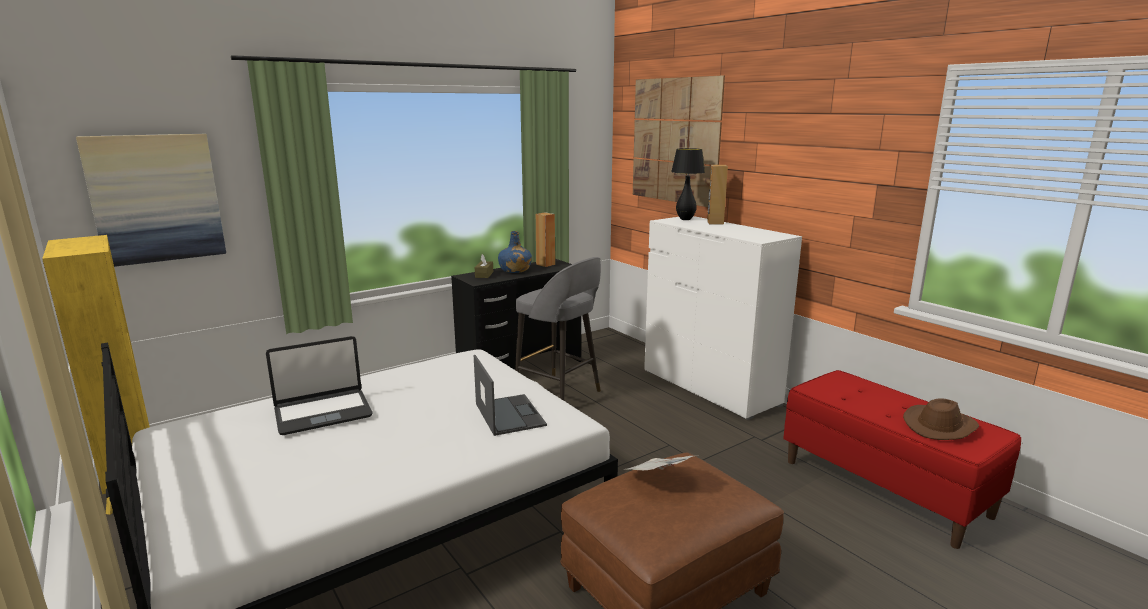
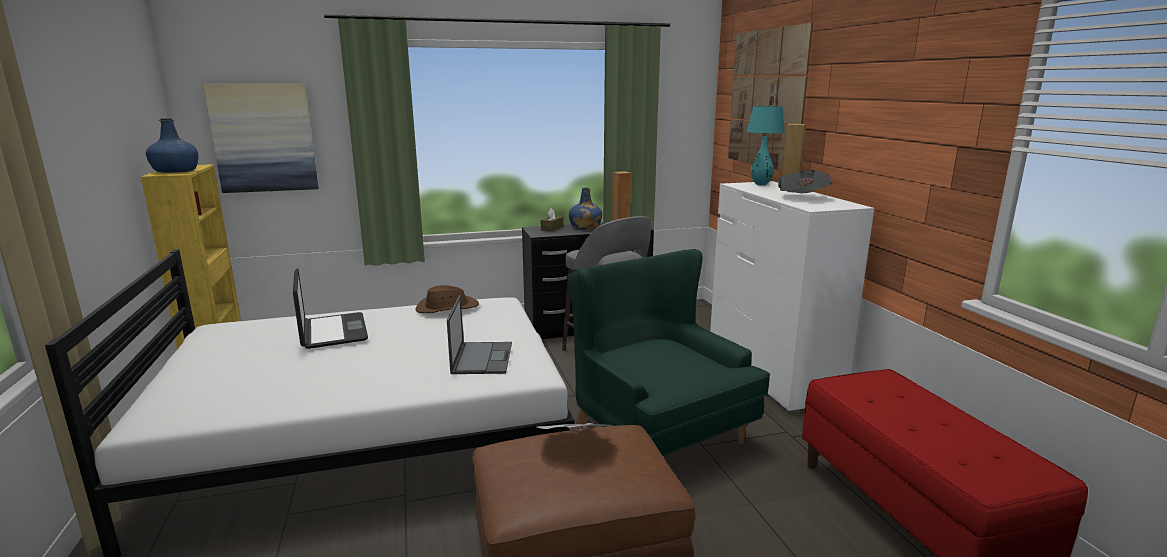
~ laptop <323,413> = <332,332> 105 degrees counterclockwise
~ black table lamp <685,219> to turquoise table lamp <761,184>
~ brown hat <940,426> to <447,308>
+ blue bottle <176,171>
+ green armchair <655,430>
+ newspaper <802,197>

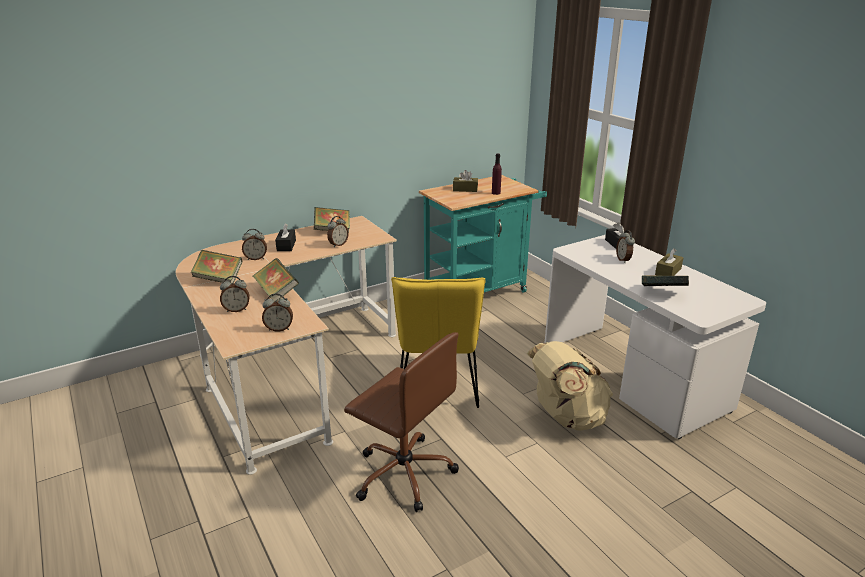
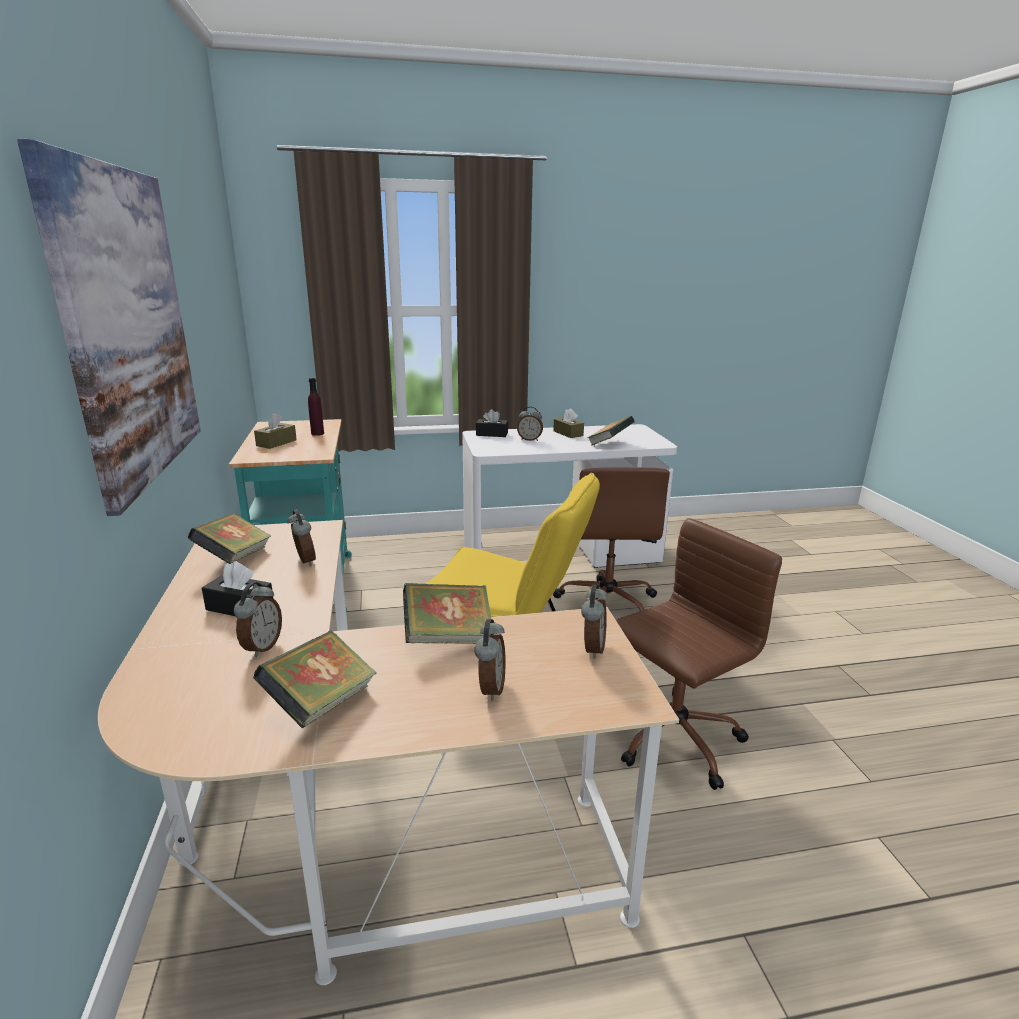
~ beige backpack <566,417> to brown office chair <607,602>
+ picture <129,327>

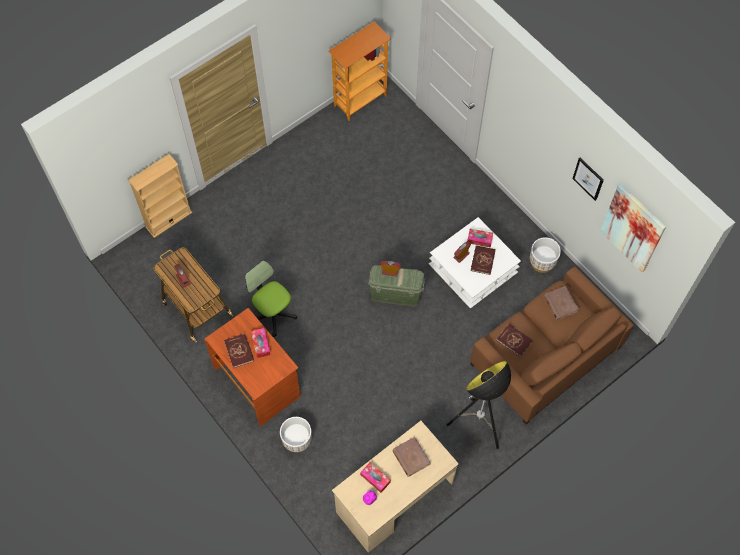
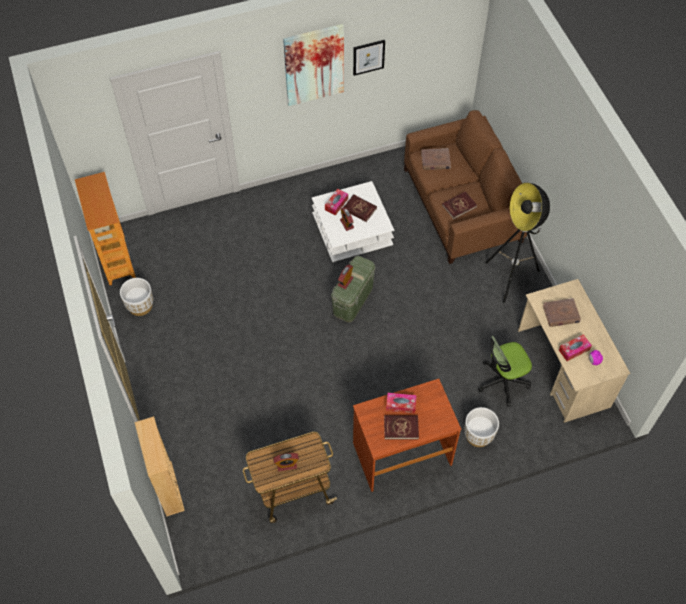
~ office chair <272,314> to <502,381>
~ white planter <542,262> to <140,305>
~ picture <632,228> to <314,65>

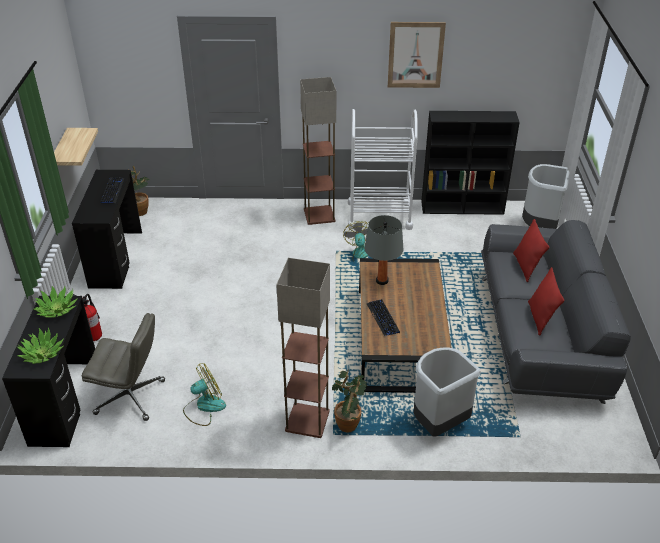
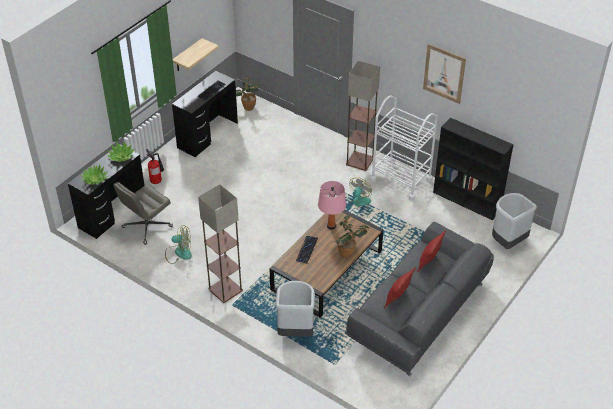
~ grey office chair <131,397> = <147,227> 90 degrees clockwise
~ potted plant <350,422> to <349,252>
~ grey table lamp <382,281> to pink table lamp <331,226>

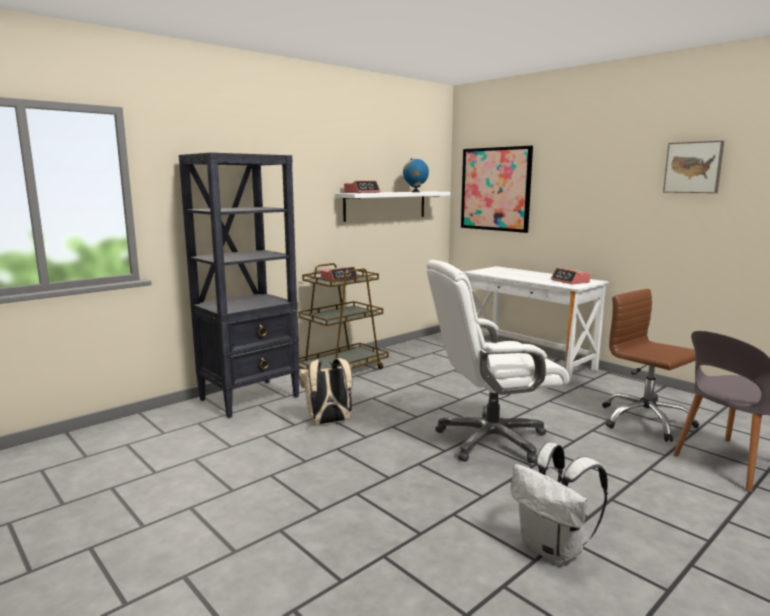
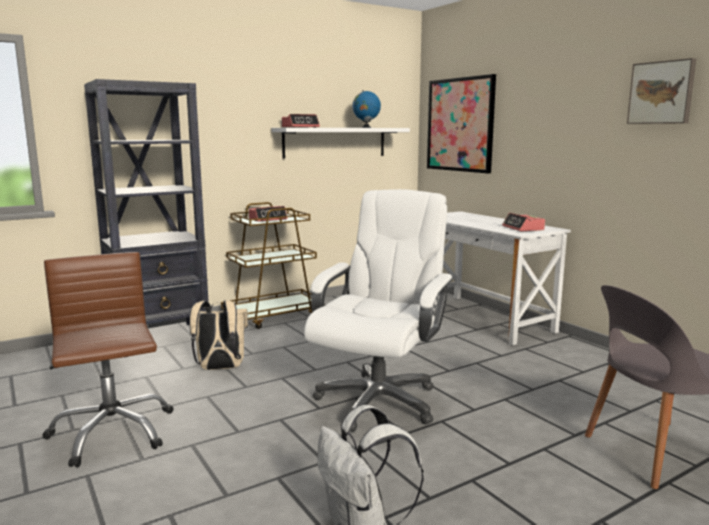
~ white office chair <490,440> = <378,401> 120 degrees clockwise
~ brown office chair <645,421> to <111,432>

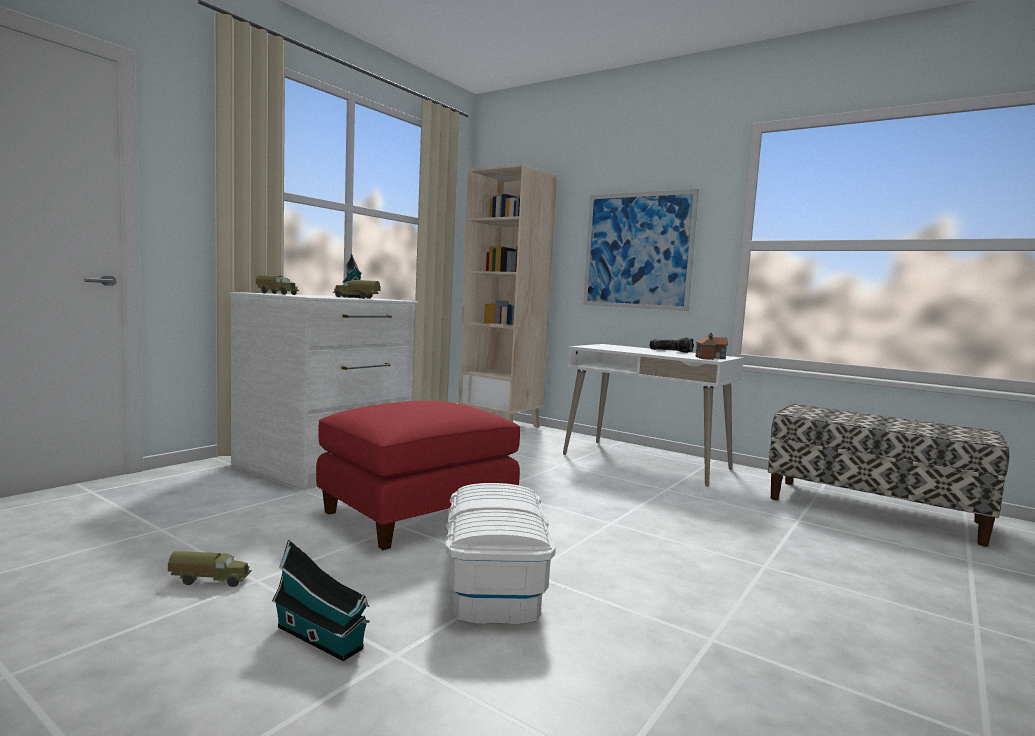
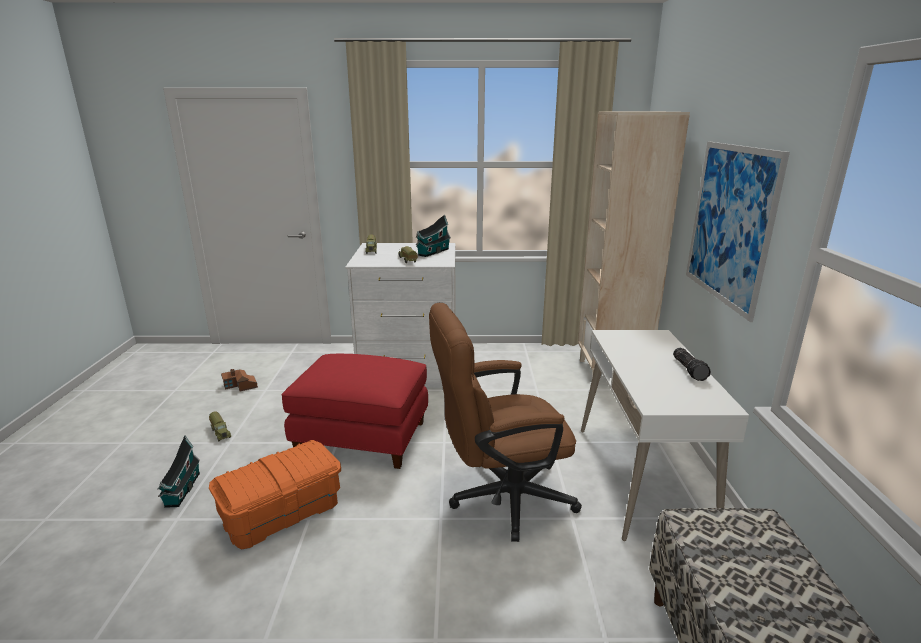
~ white storage box <494,583> to orange storage box <282,512>
~ toy house <710,357> to <240,386>
+ brown office chair <500,498>

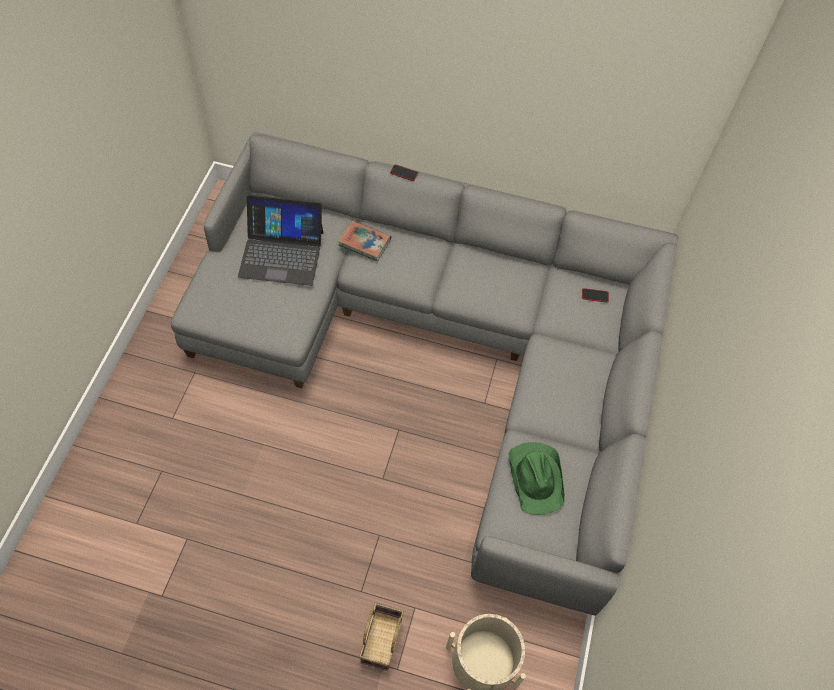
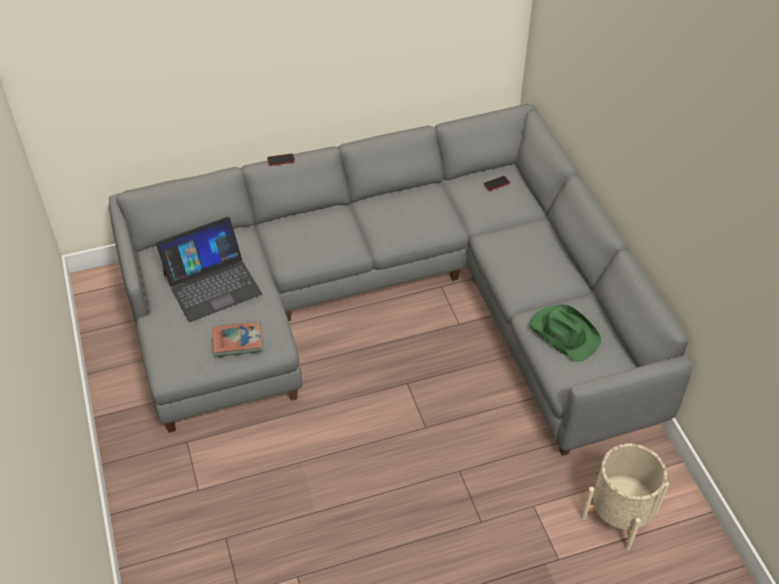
~ book <364,243> to <238,341>
- basket <382,642>

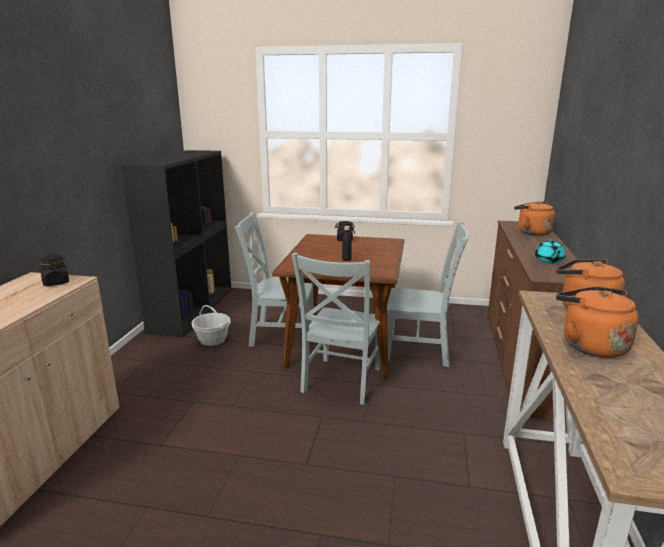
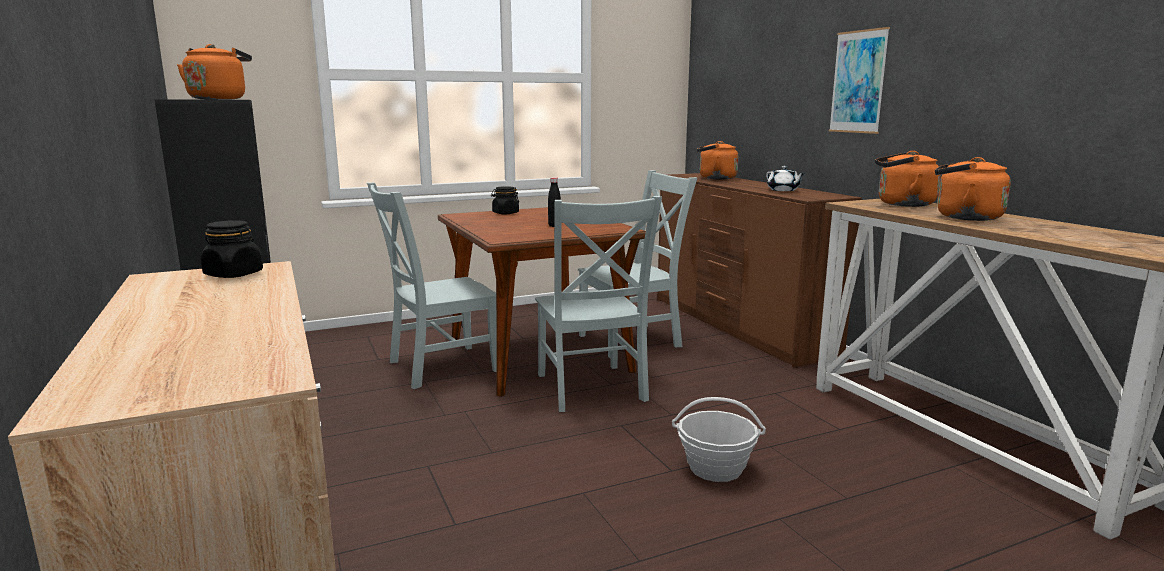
~ basket <212,340> to <715,468>
~ turquoise teapot <549,261> to white teapot <783,190>
+ orange kettle <219,99>
+ picture <858,82>

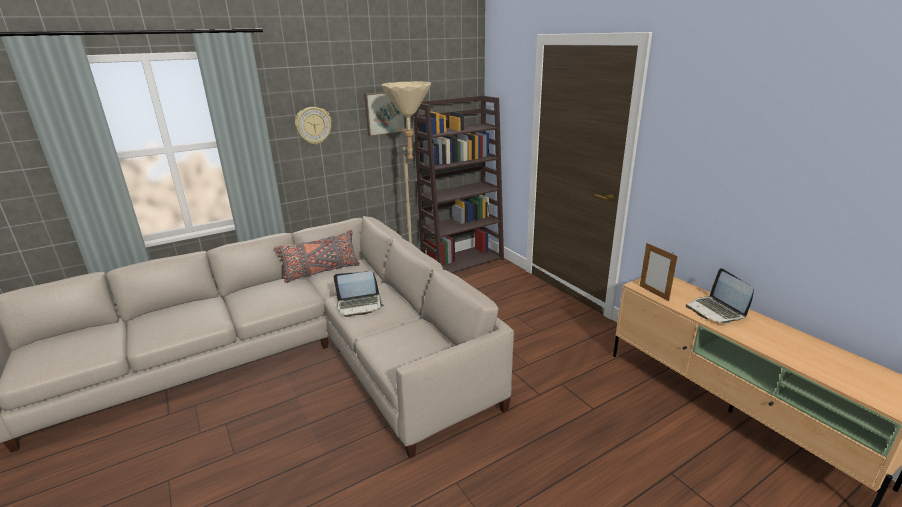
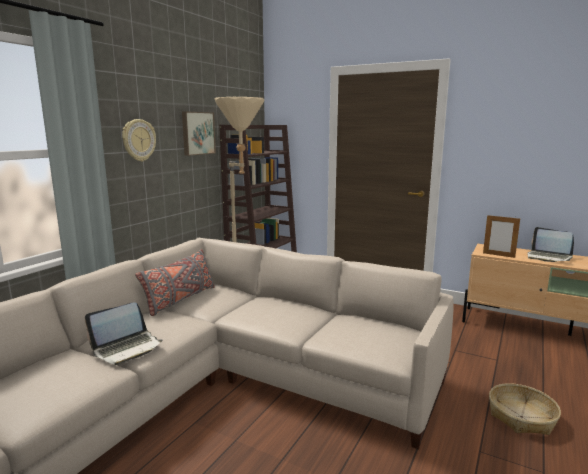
~ laptop <359,305> to <127,348>
+ basket <521,416>

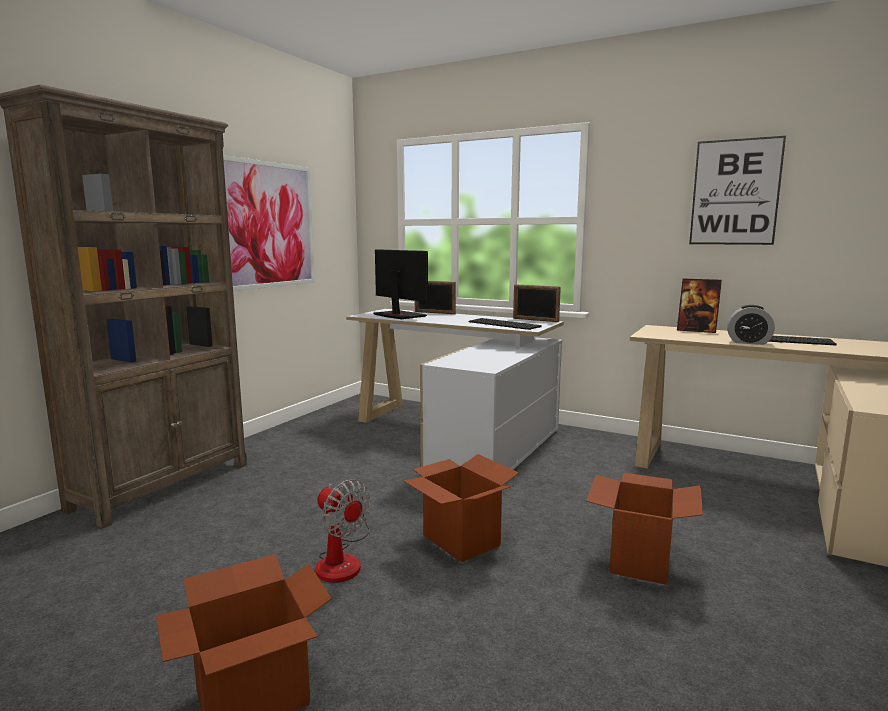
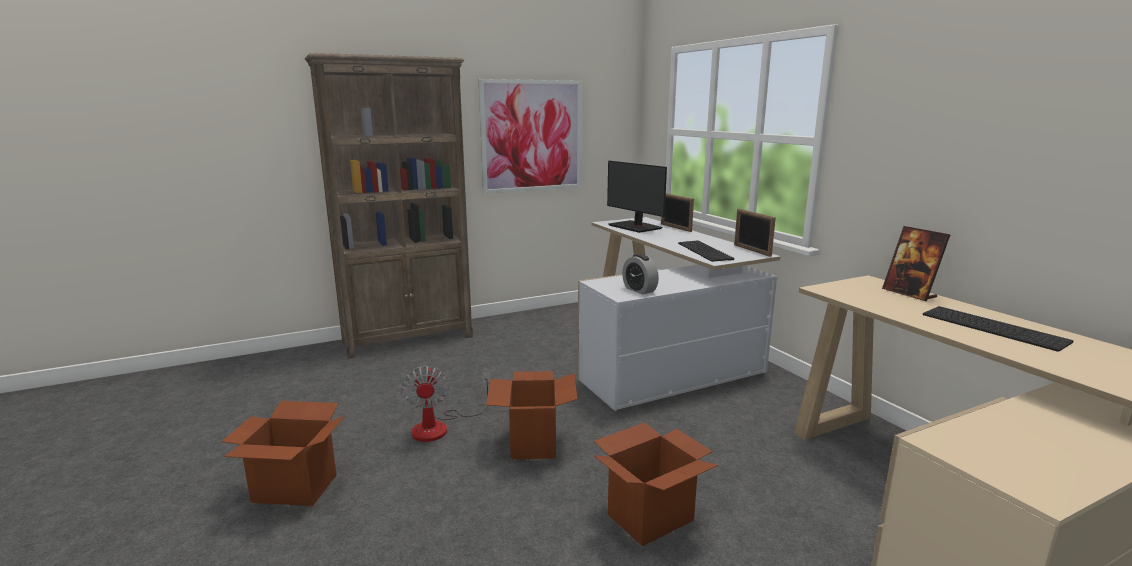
~ monitor <399,315> = <635,227> 150 degrees clockwise
- picture <735,192>
~ alarm clock <748,342> to <639,290>

